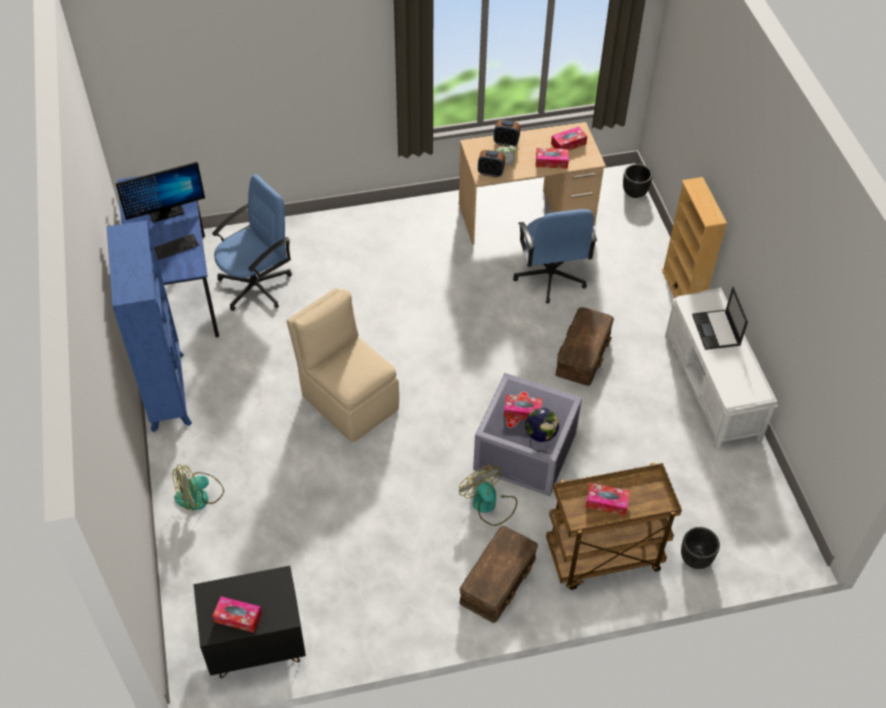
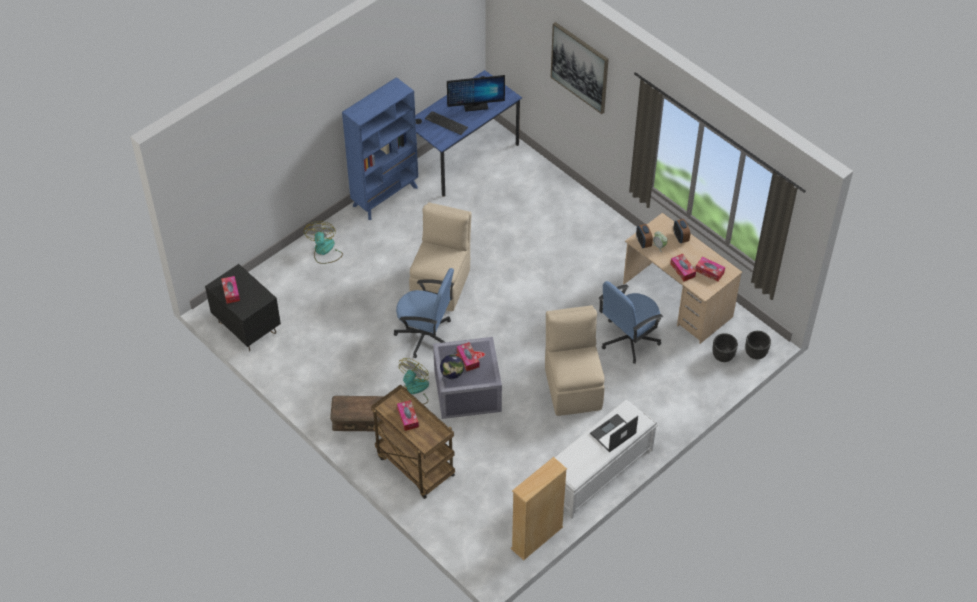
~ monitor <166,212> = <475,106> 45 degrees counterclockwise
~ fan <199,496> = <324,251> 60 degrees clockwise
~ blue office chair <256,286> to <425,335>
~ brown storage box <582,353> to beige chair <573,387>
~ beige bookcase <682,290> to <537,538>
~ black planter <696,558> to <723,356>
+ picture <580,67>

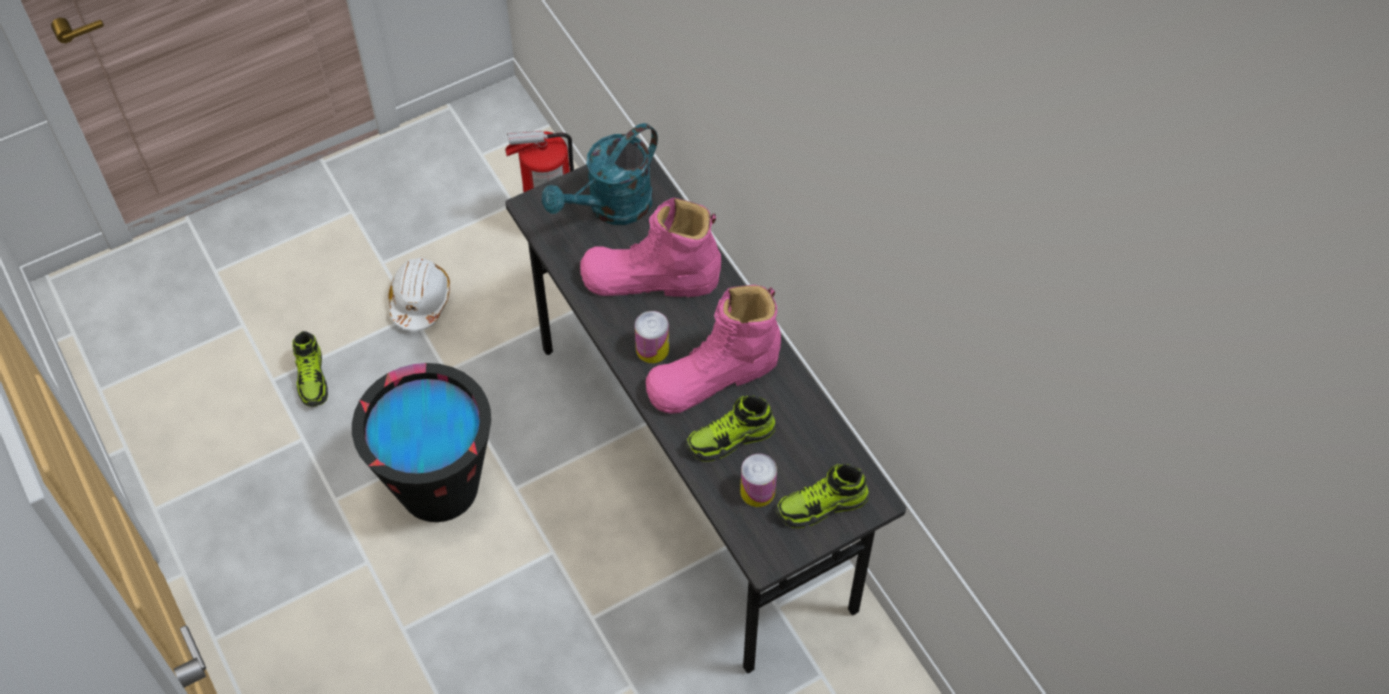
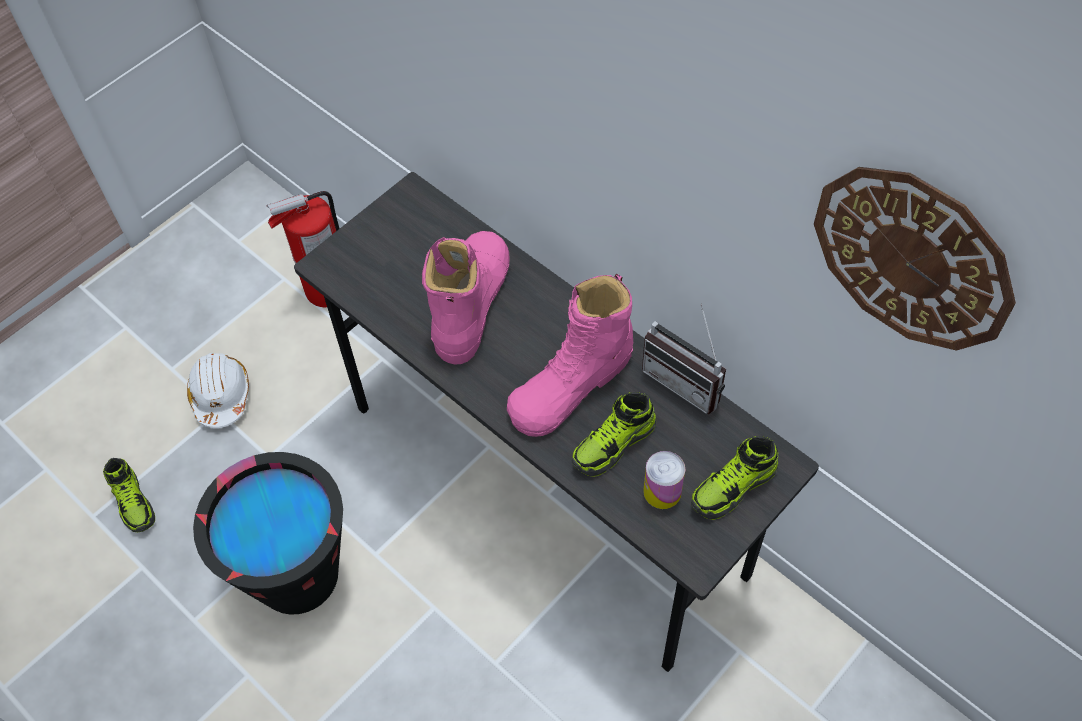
- turquoise watering can <611,208>
~ pink boot <650,278> = <471,303> 120 degrees clockwise
- can <652,349>
+ radio <687,380>
+ wall clock <912,258>

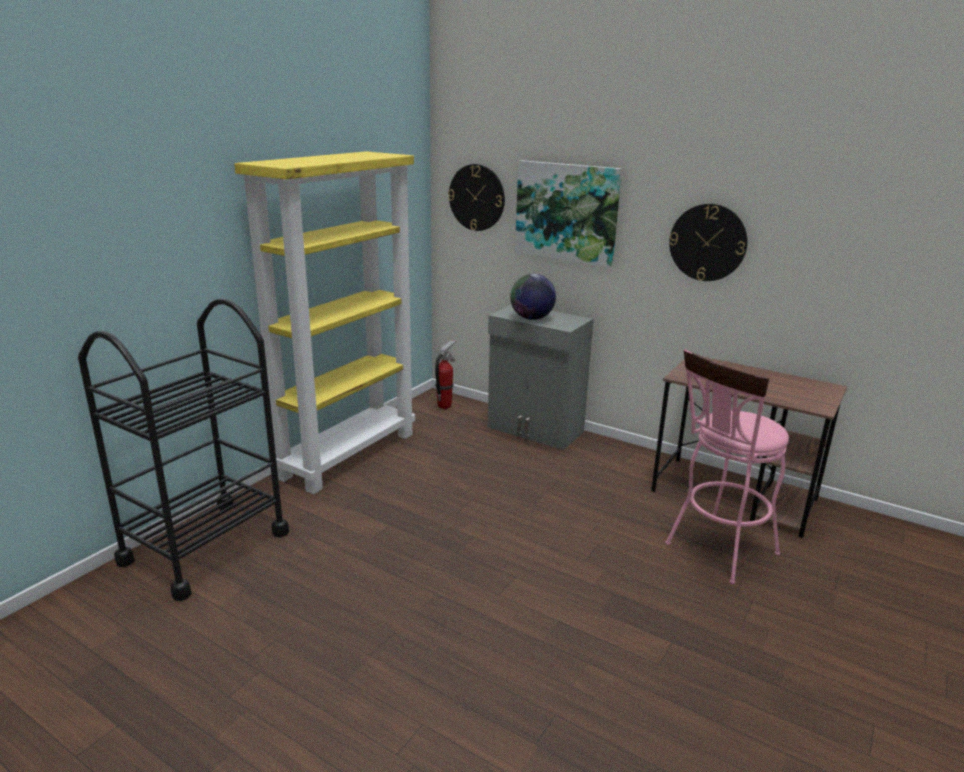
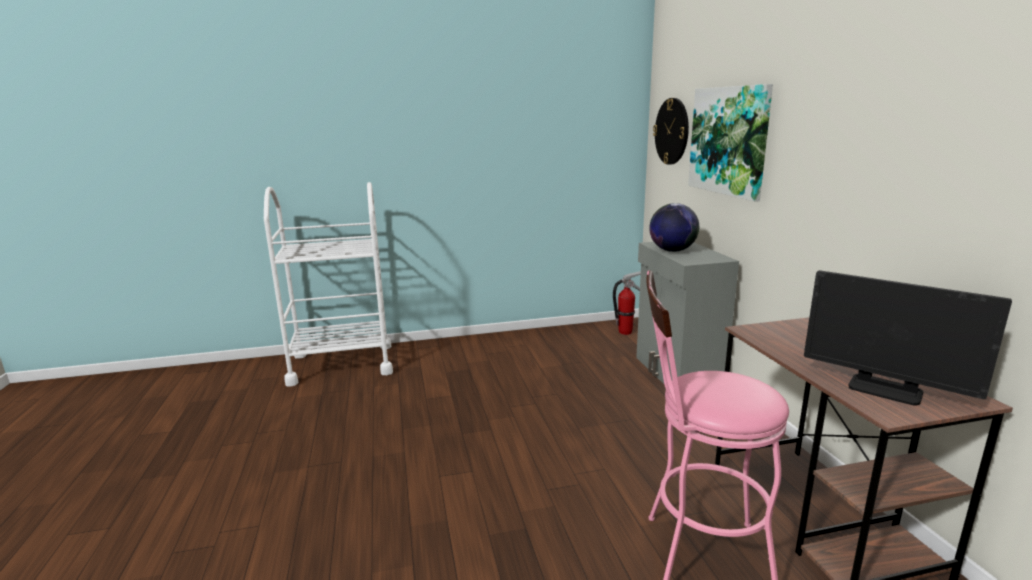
~ black cart <205,547> to white cart <342,364>
- yellow bookcase <348,454>
- wall clock <707,242>
+ monitor <885,389>

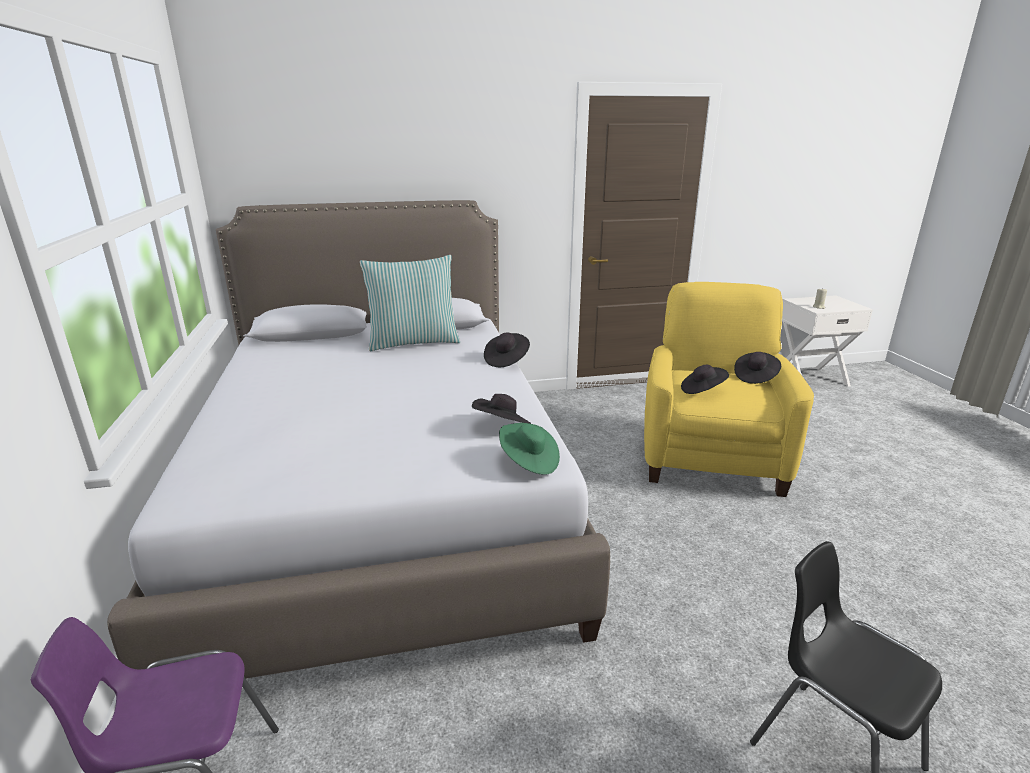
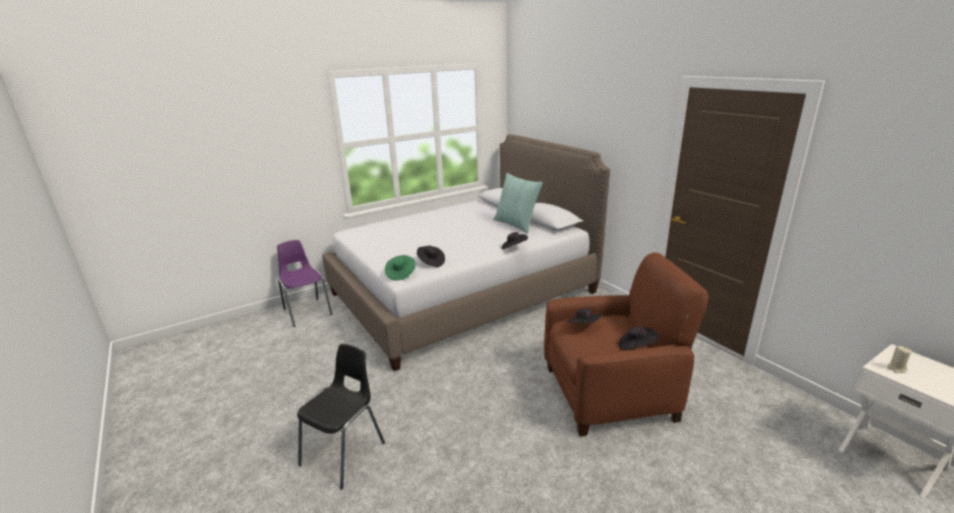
~ yellow armchair <711,456> to brown armchair <610,393>

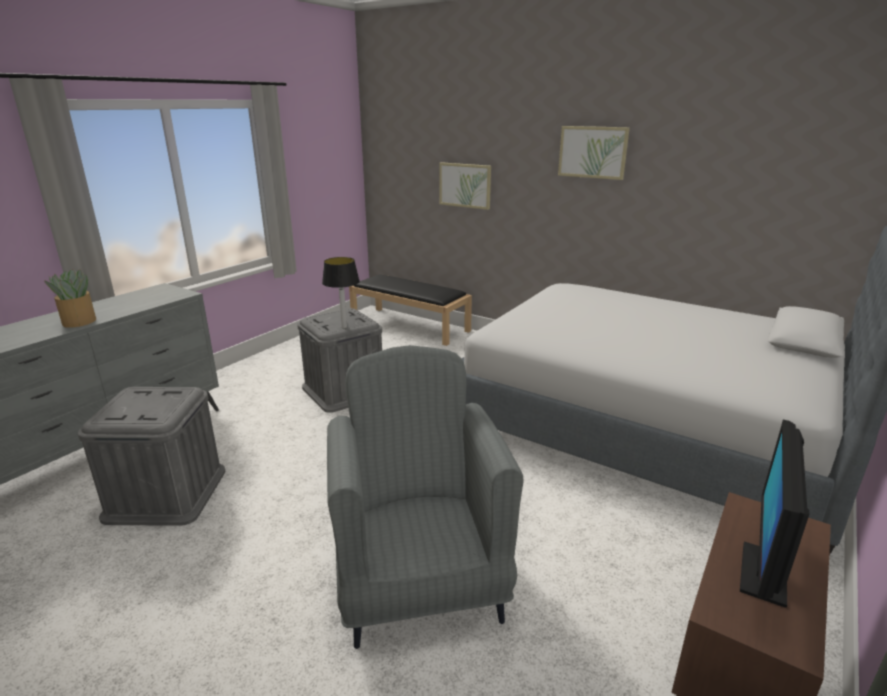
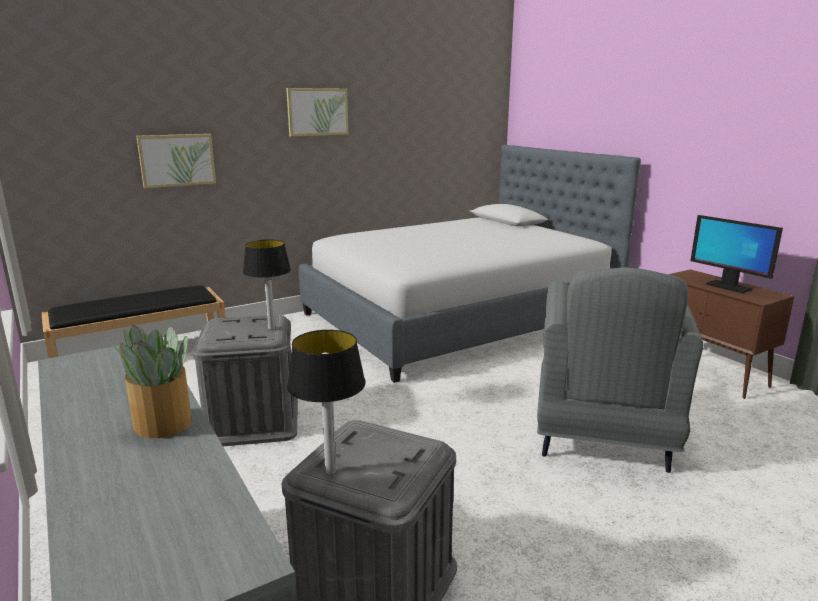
~ grey armchair <420,582> = <602,439> 90 degrees counterclockwise
+ table lamp <331,471>

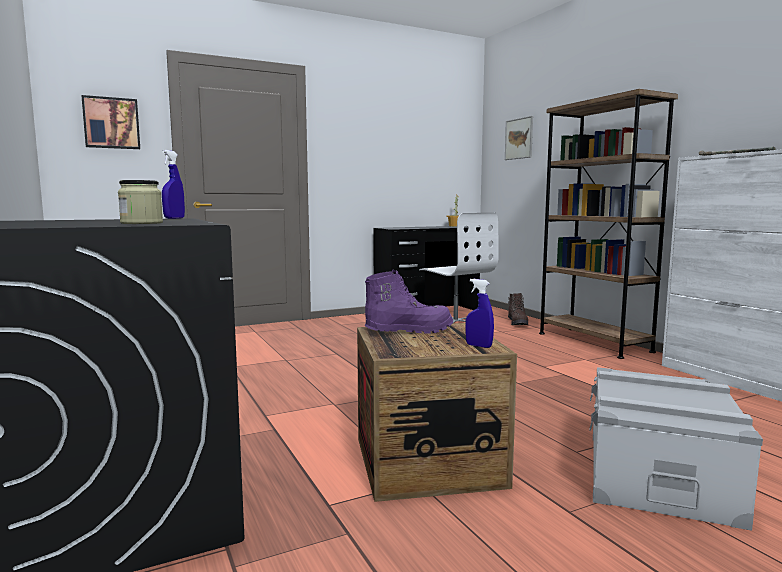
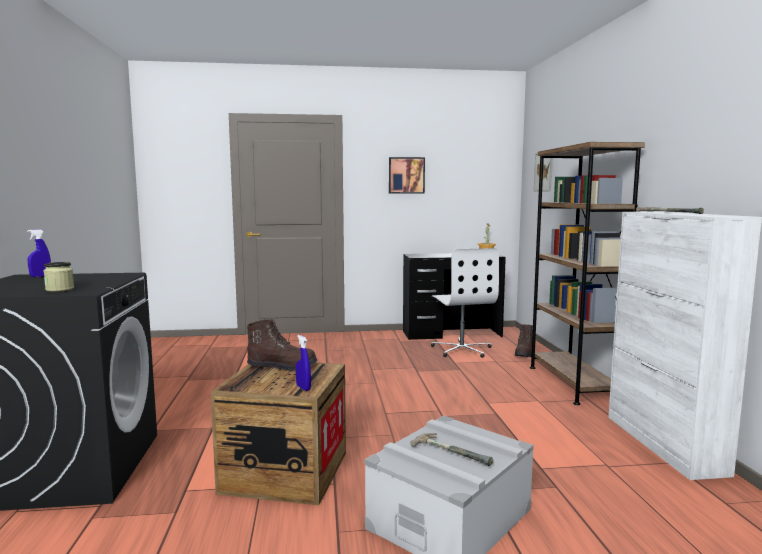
~ picture <111,123> to <406,175>
~ blue spray bottle <174,218> to <40,276>
~ purple boot <408,330> to brown boot <282,367>
+ hammer <454,450>

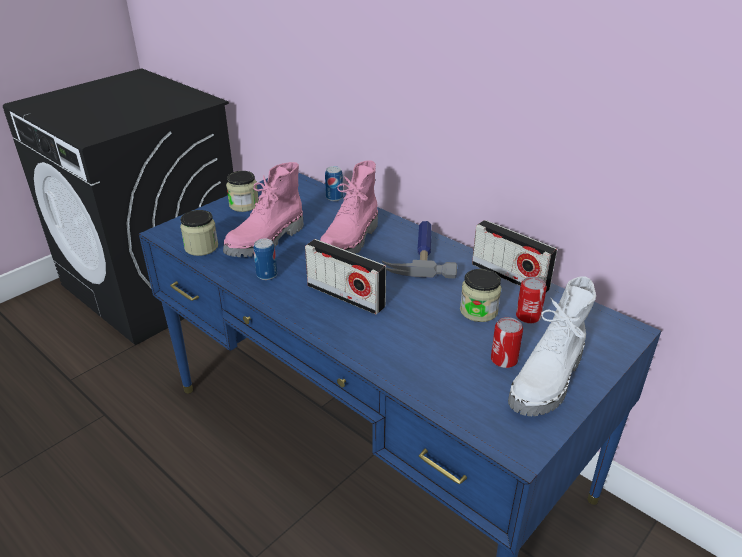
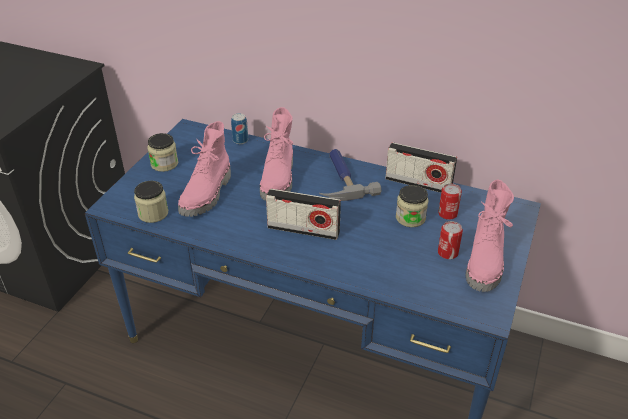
- can <267,275>
~ white boot <548,382> to pink boot <486,262>

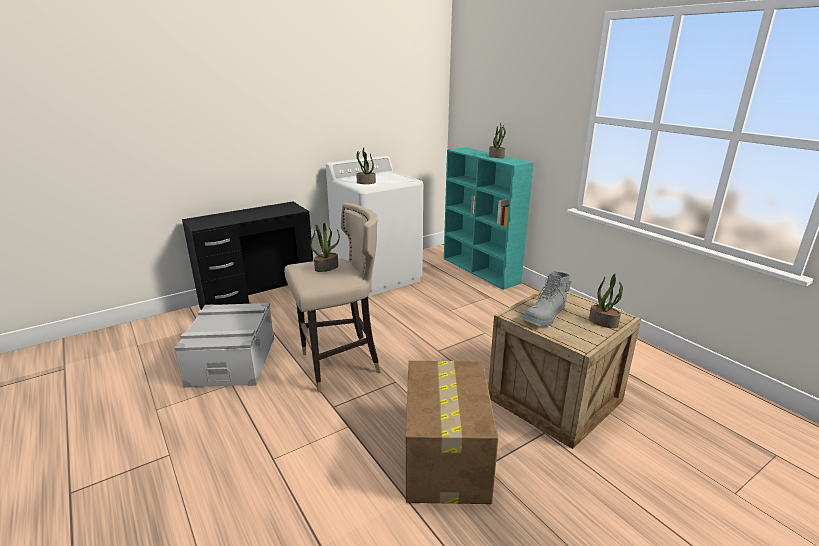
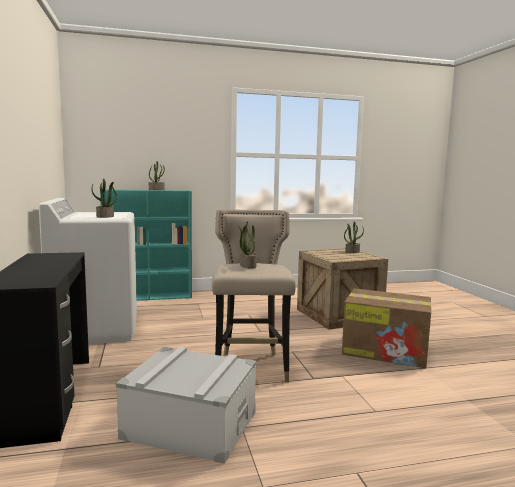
- grey boot <545,316>

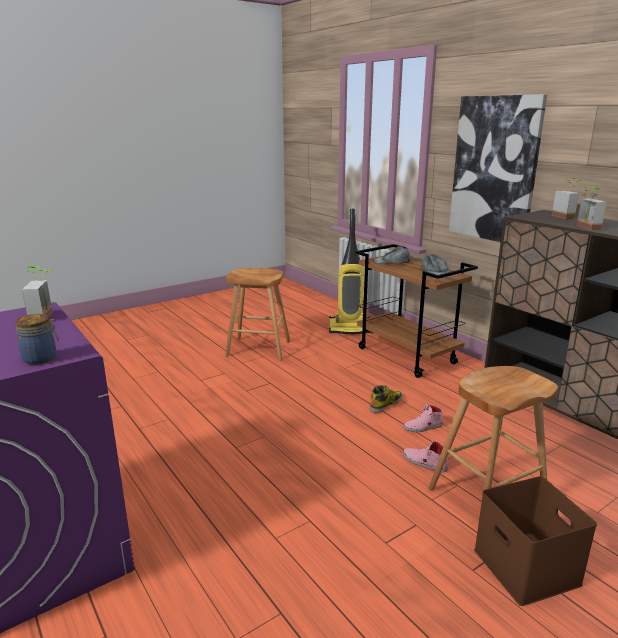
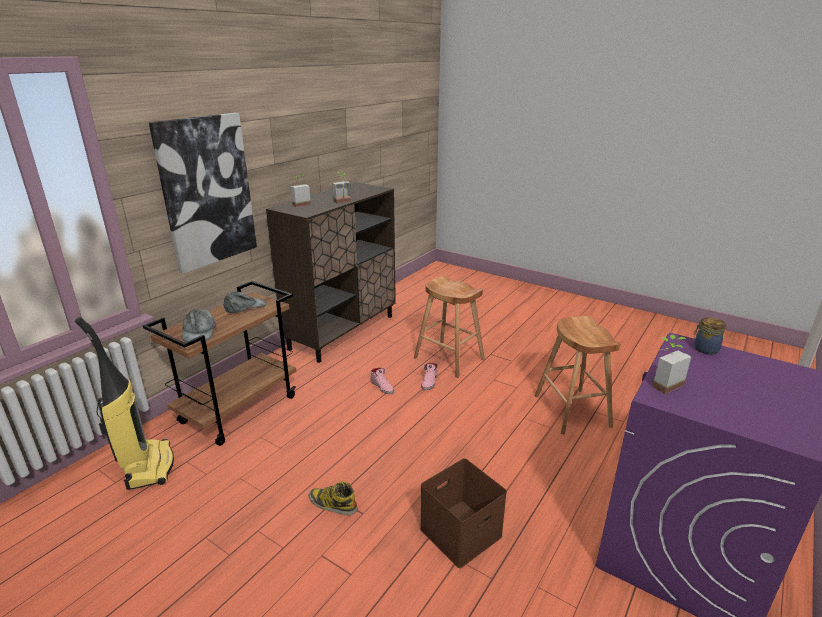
~ brown stool <258,349> to <572,411>
~ boot <386,404> to <332,504>
~ brown storage box <528,567> to <461,531>

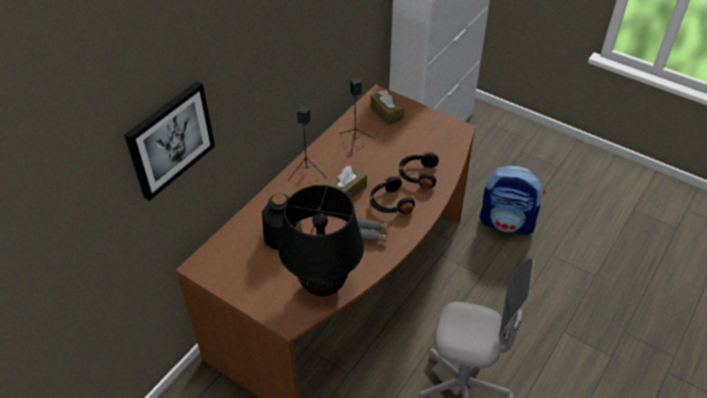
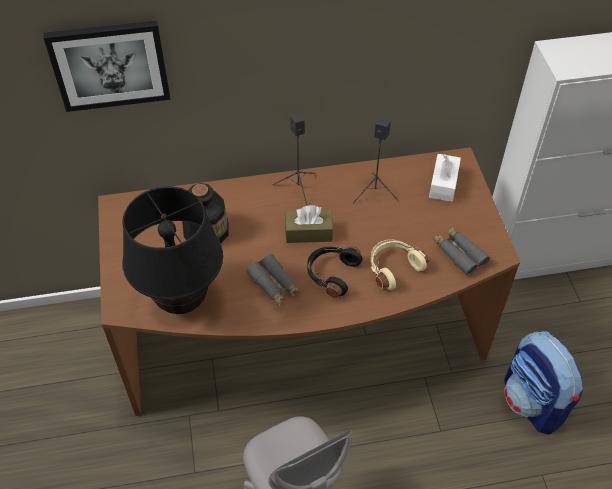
~ brown tissue box <386,113> to white tissue box <443,184>
~ black headphones <417,175> to beige headphones <393,267>
+ grey binoculars <459,254>

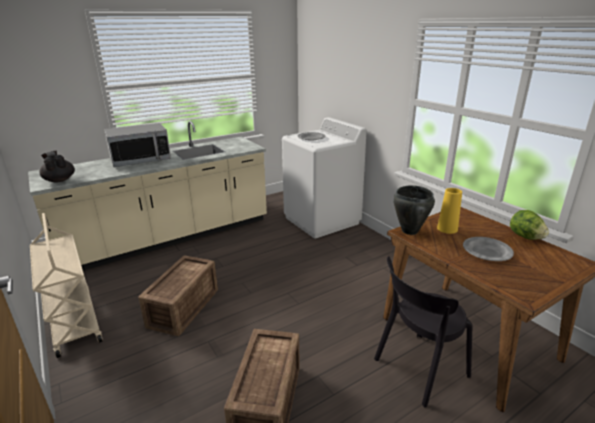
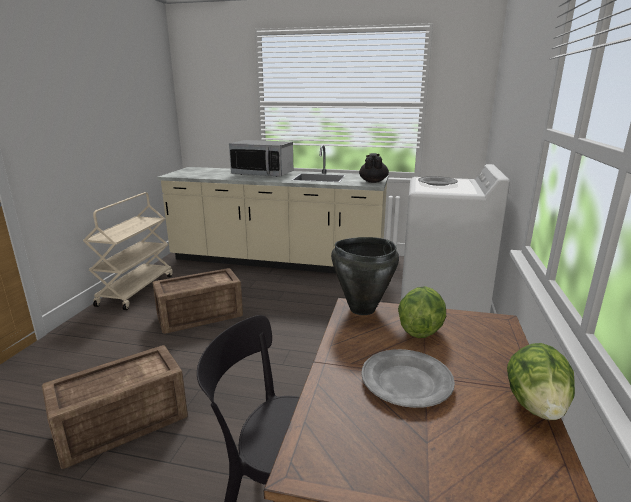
~ black teapot <59,180> to <373,181>
~ yellow vase <447,229> to lettuce <419,330>

